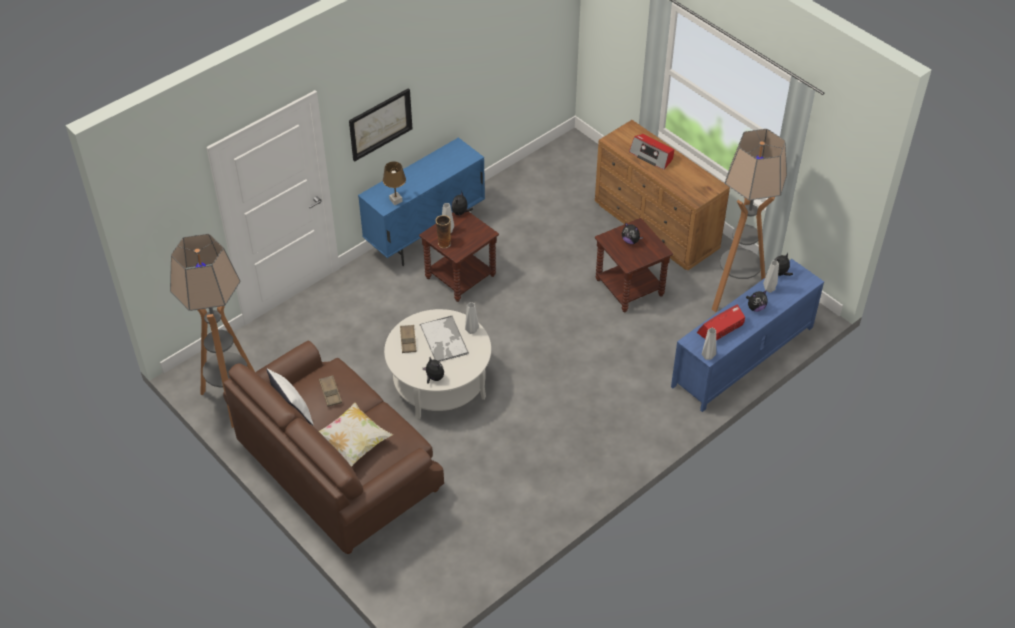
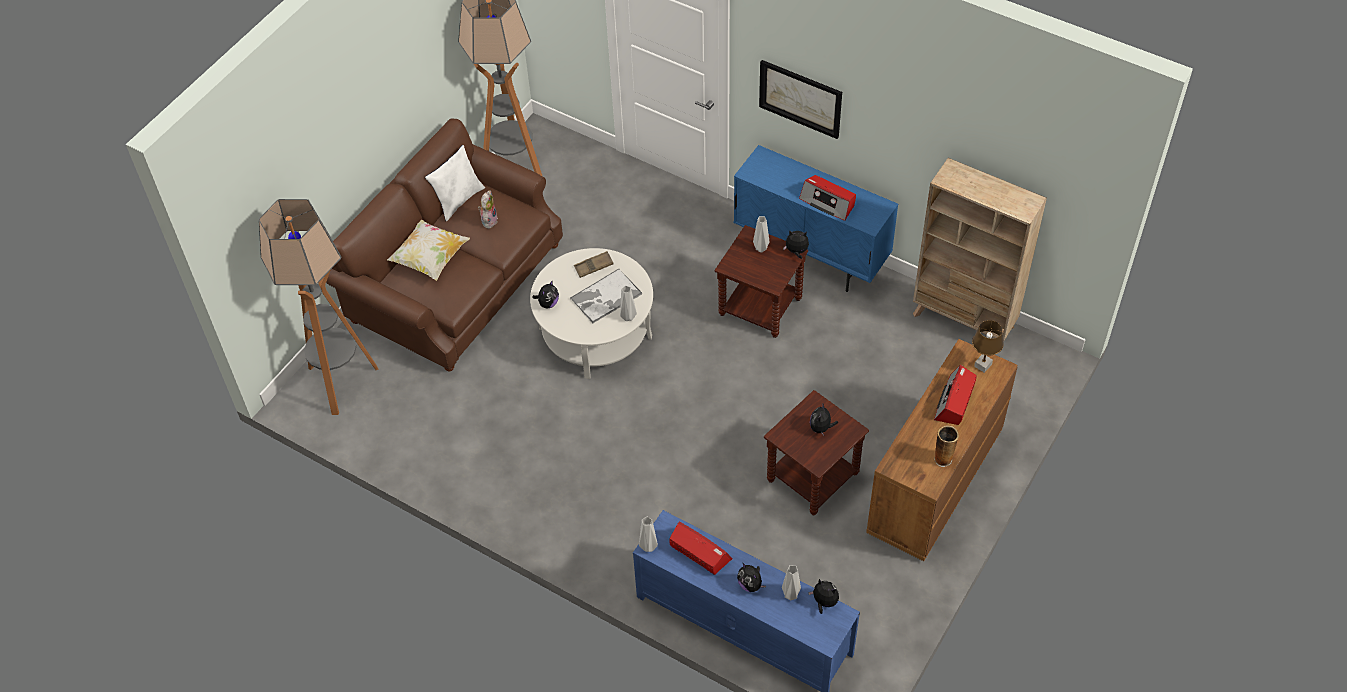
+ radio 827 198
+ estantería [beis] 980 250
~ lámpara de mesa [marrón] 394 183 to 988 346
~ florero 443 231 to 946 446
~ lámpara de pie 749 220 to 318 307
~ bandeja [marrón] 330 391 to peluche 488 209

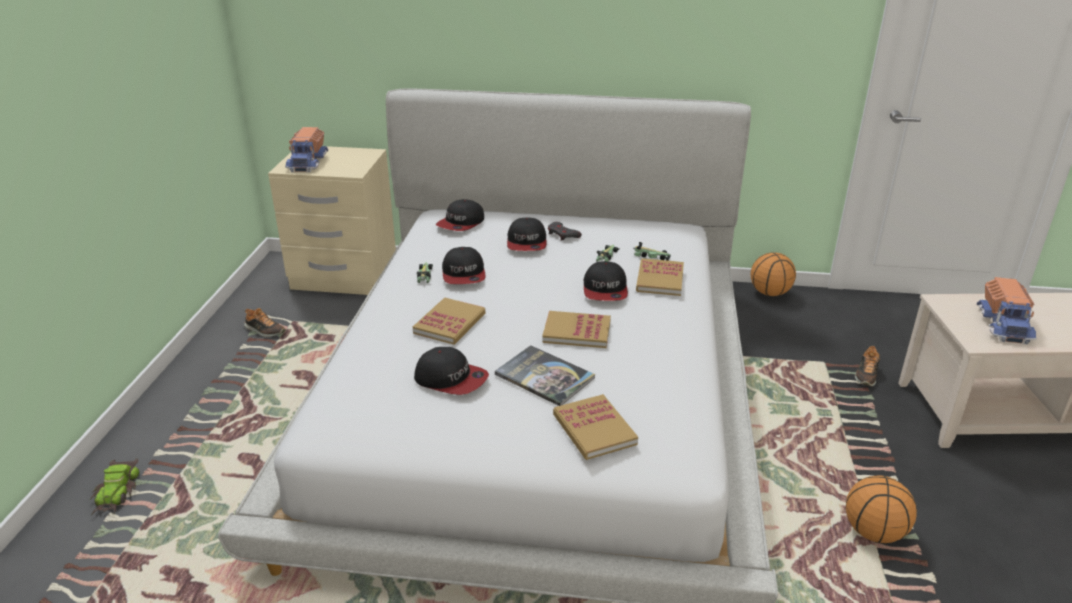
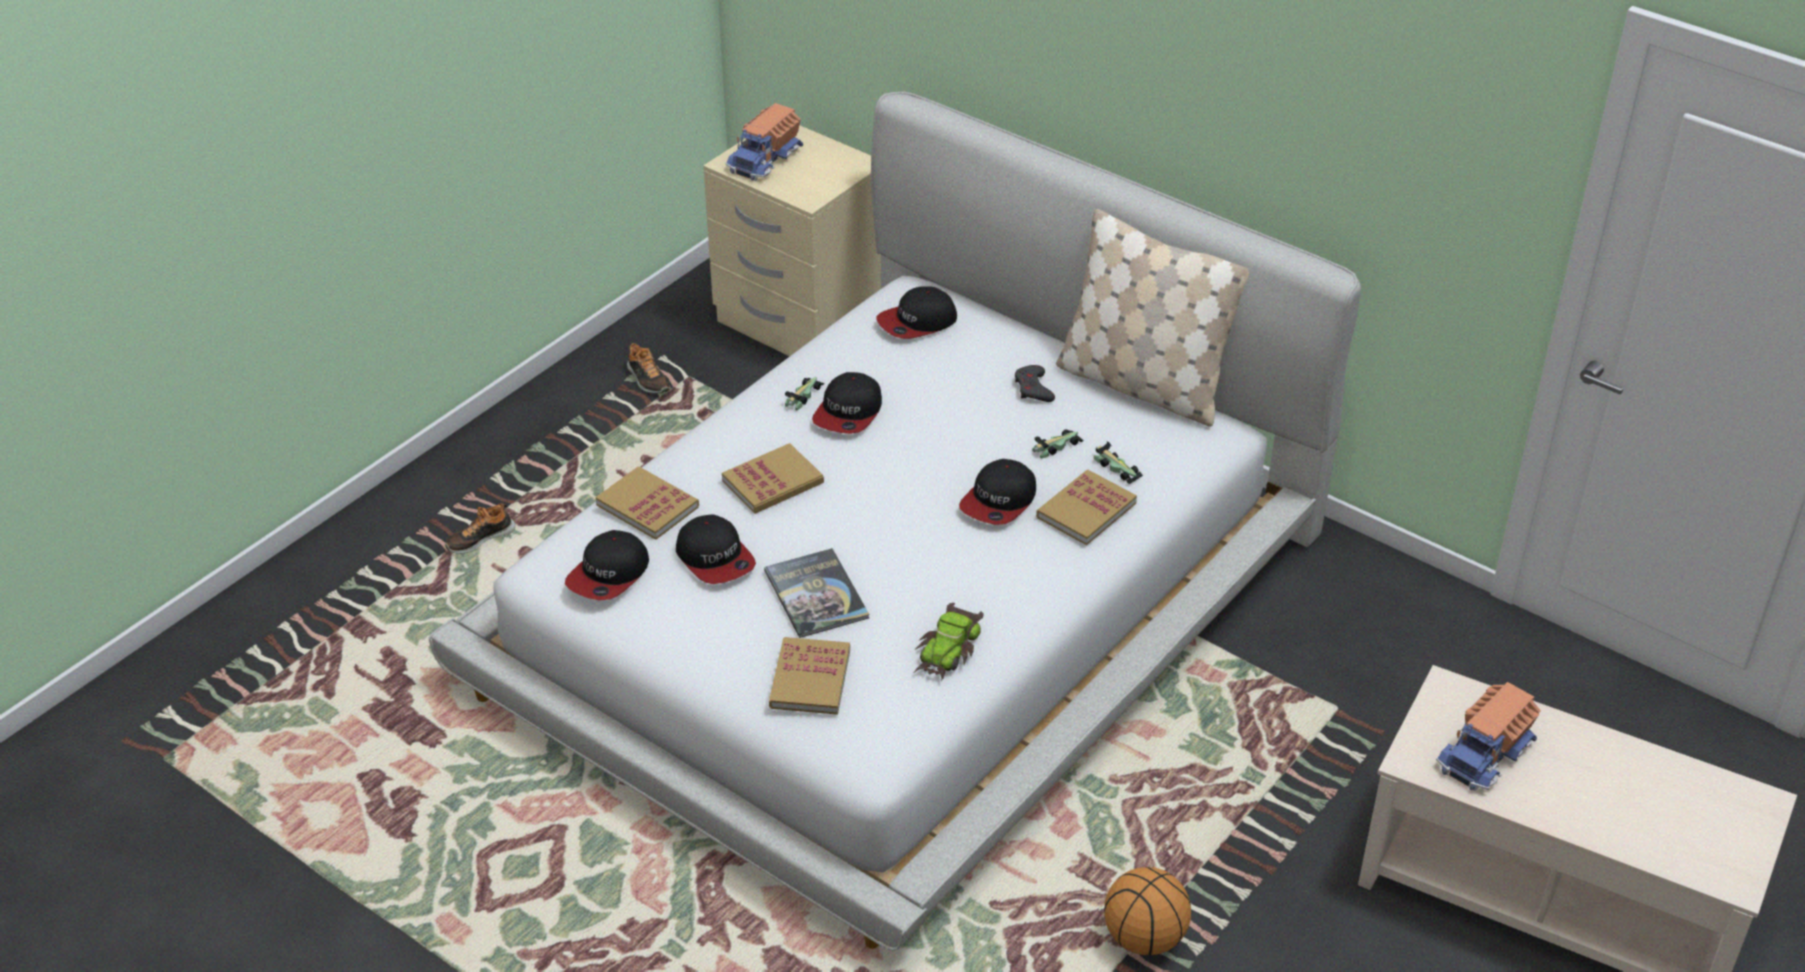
- balón de baloncesto 773 274
+ cojín [beis] 1152 317
~ coche de juguete 114 486 to 949 642
~ gorra 527 234 to 607 565
~ libro 576 329 to 647 503
~ zapato 867 366 to 480 528

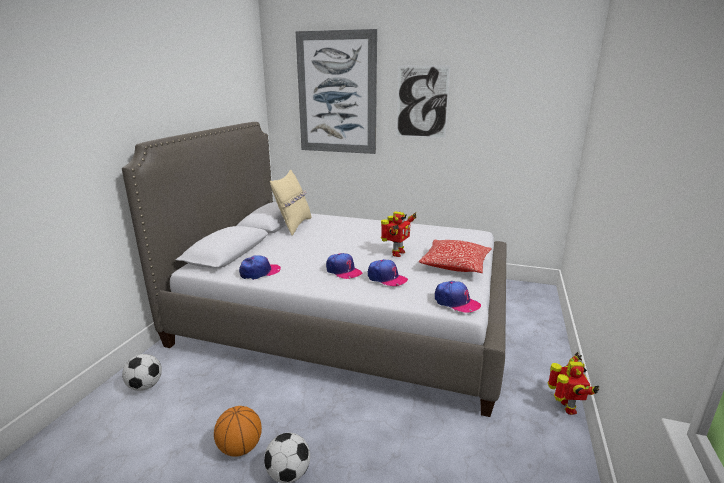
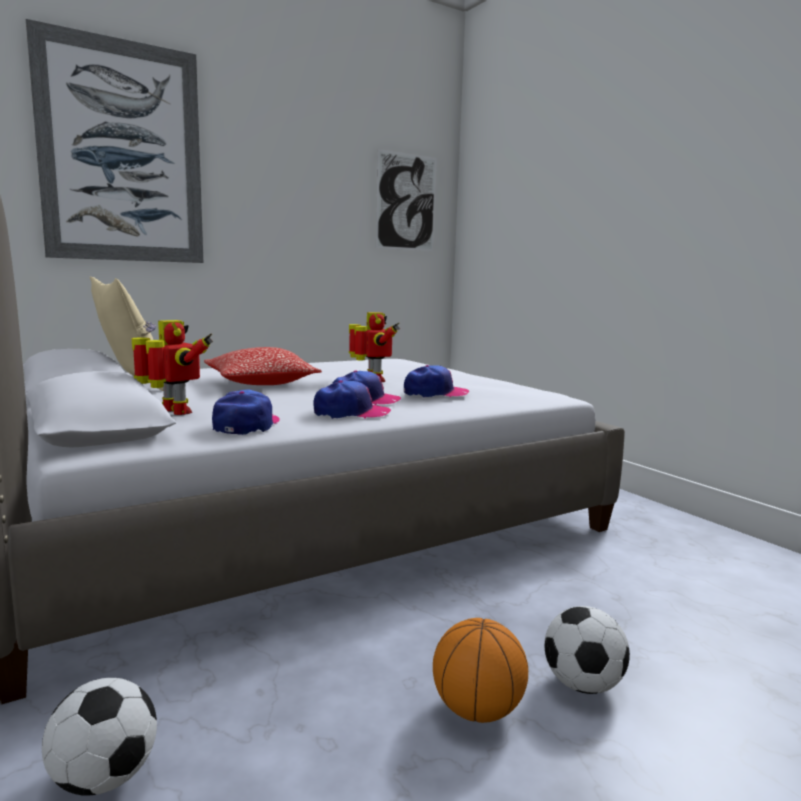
~ cuadro 423 101 to 406 200
~ cojín 455 256 to 263 366
~ gorra 458 297 to 352 400
~ robot de juguete 574 383 to 172 367

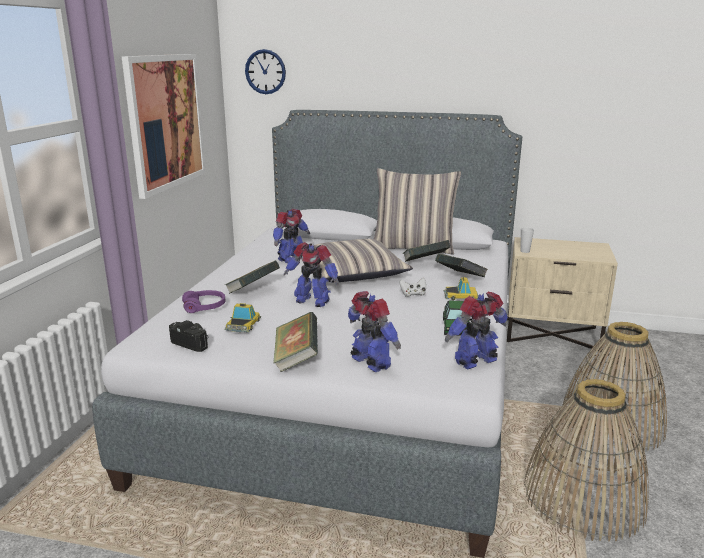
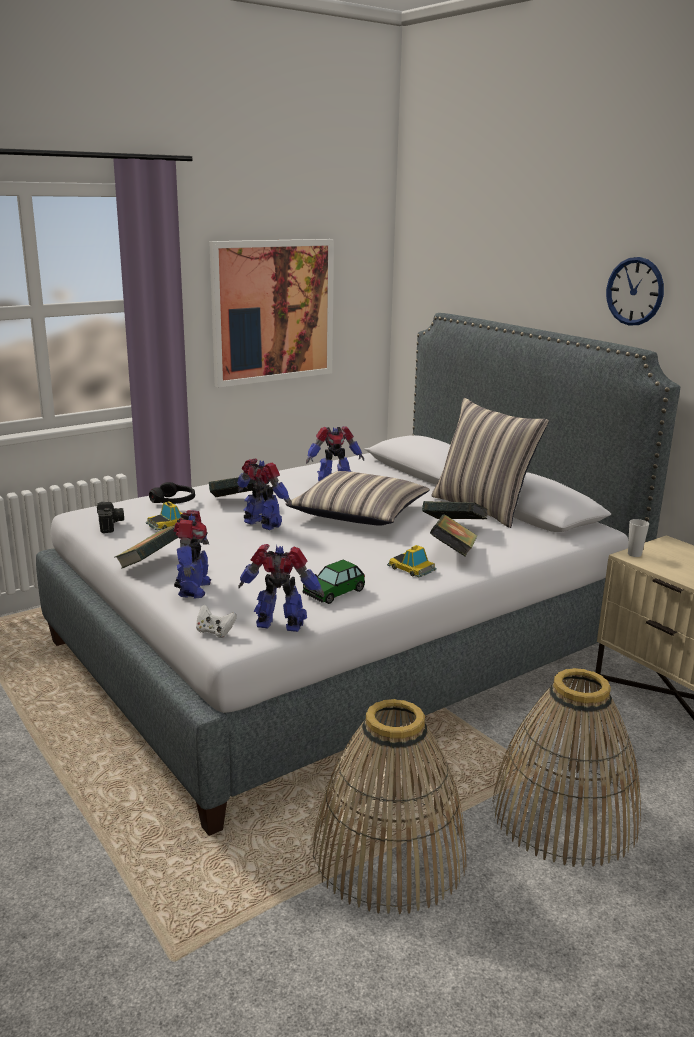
~ reloj de pared 265 71 to 635 291
~ mando de consola [blanco] 412 287 to 216 621
~ auriculares [morado] 204 301 to auriculares [negro] 172 493
~ robot de juguete 311 274 = 264 494 150 degrees clockwise

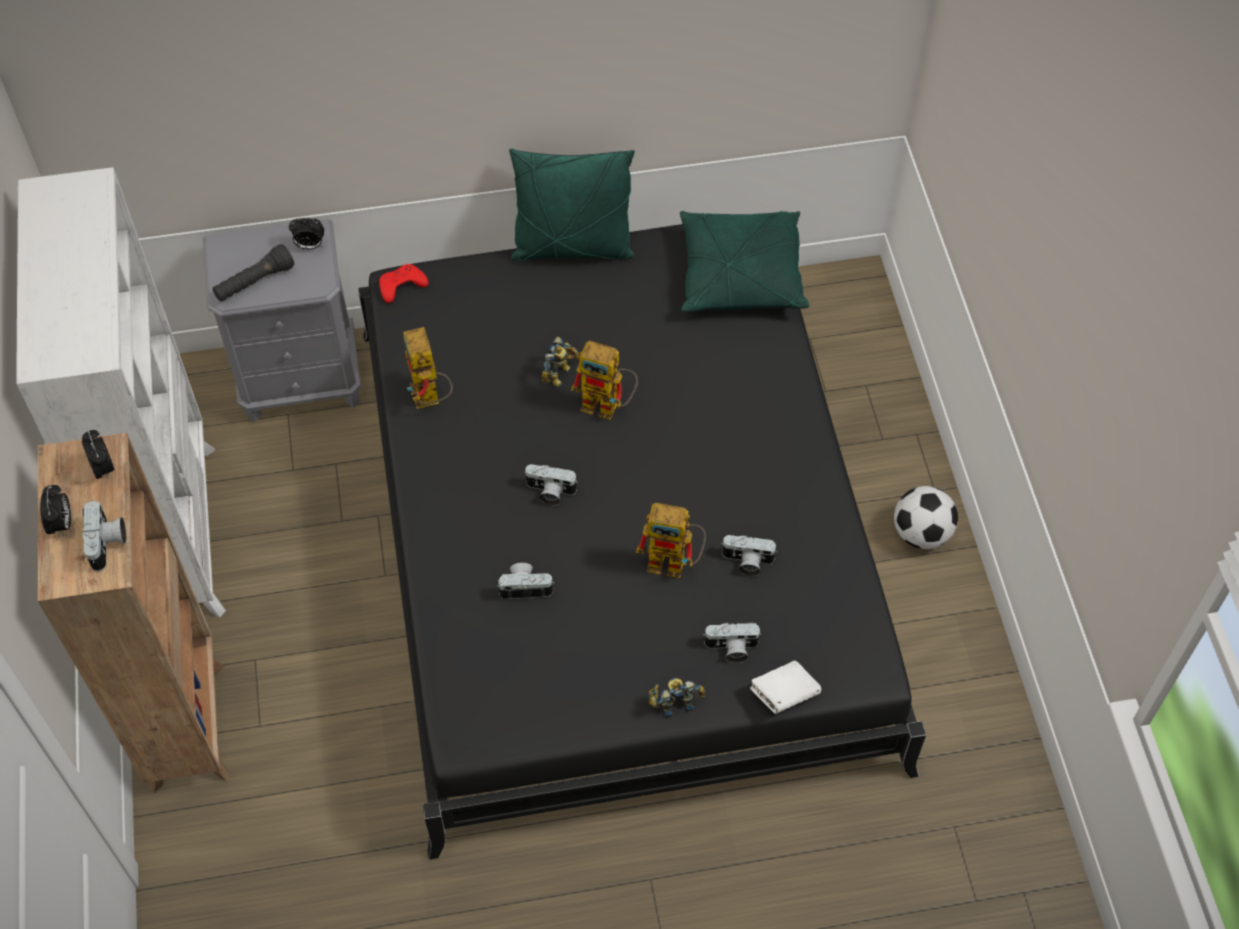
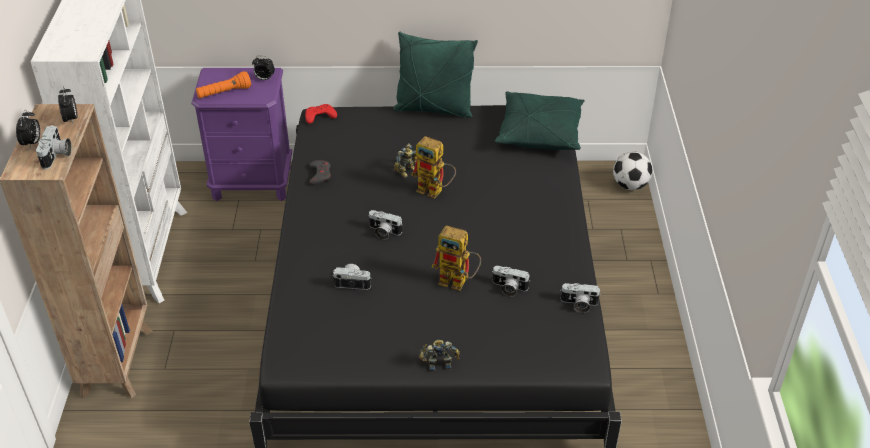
- libro [blanco] 785 687
~ cámara 732 642 to 580 298
~ balón de fútbol 926 517 to 632 170
~ robot de juguete 428 368 to mando de consola [gris] 320 173
~ mesita de noche [gris] 282 320 to mesita de noche [morado] 241 134
~ linterna [negro] 253 273 to linterna [naranja] 223 84

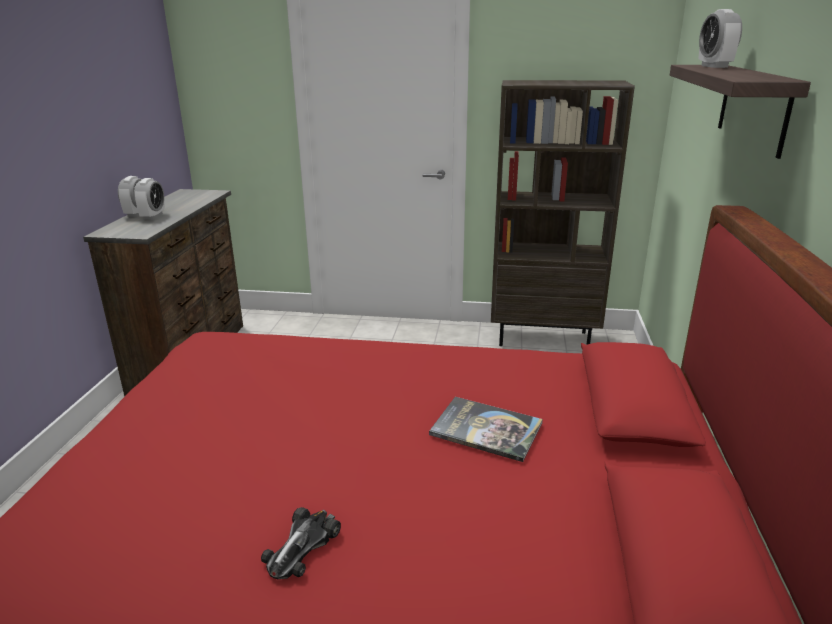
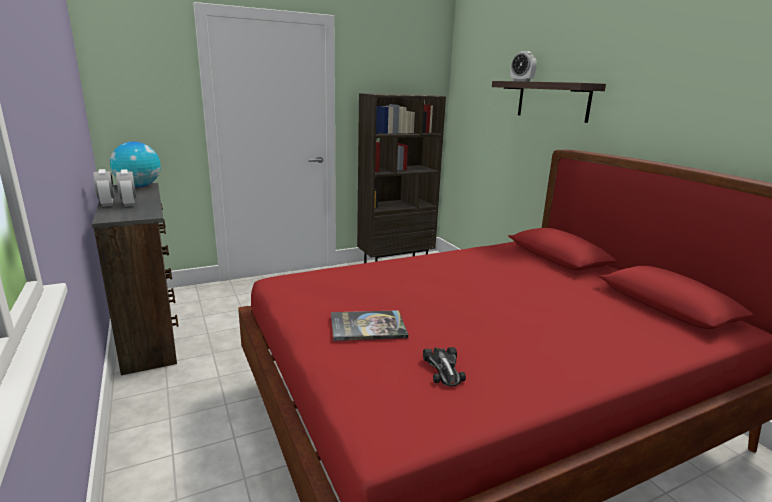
+ globo terráqueo 135 164
~ coche de juguete 301 543 to 444 366
~ libro 486 429 to 369 325

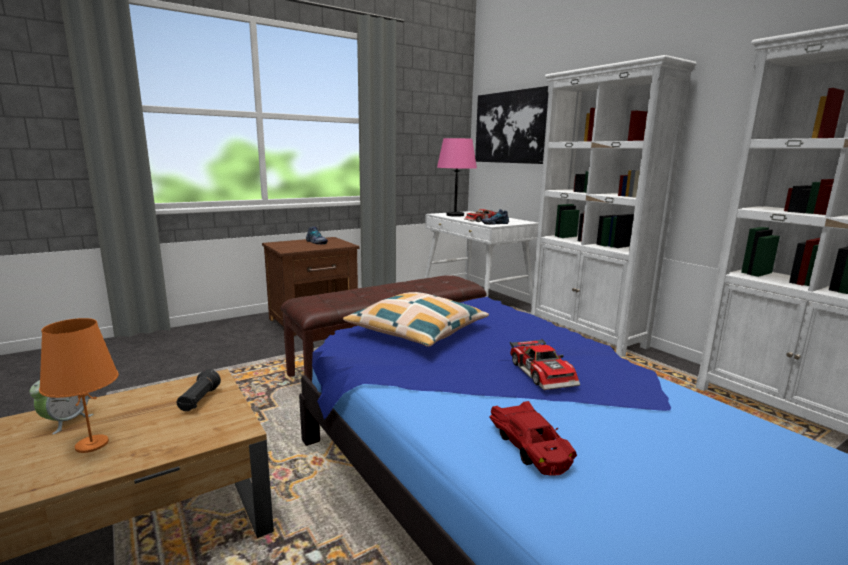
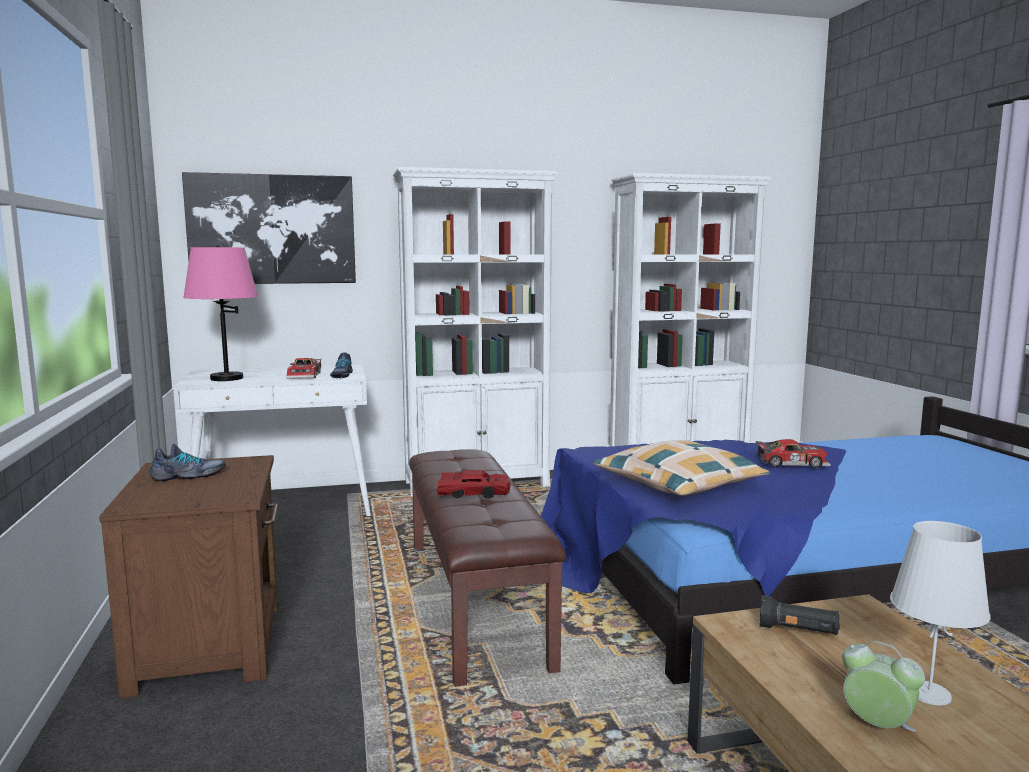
~ coche de juguete [rojo] 533 438 to 474 484
~ lámpara de mesa [naranja] 79 385 to lámpara de mesa [blanco] 940 613

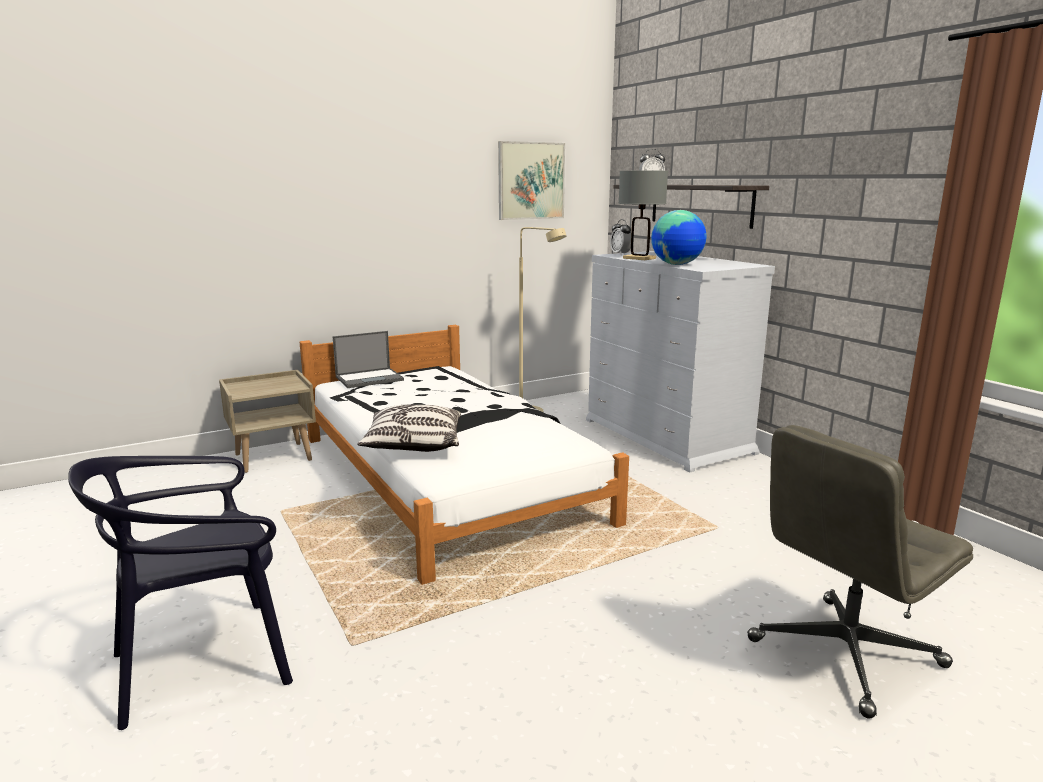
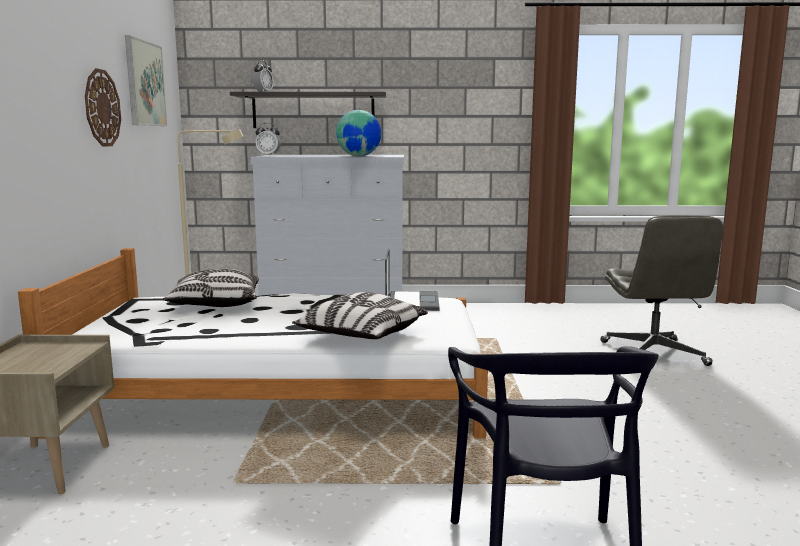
- lámpara de mesa [gris] 643 215
+ reloj de pared 103 107
+ cojín 211 288
~ portátil 368 359 to 412 279

